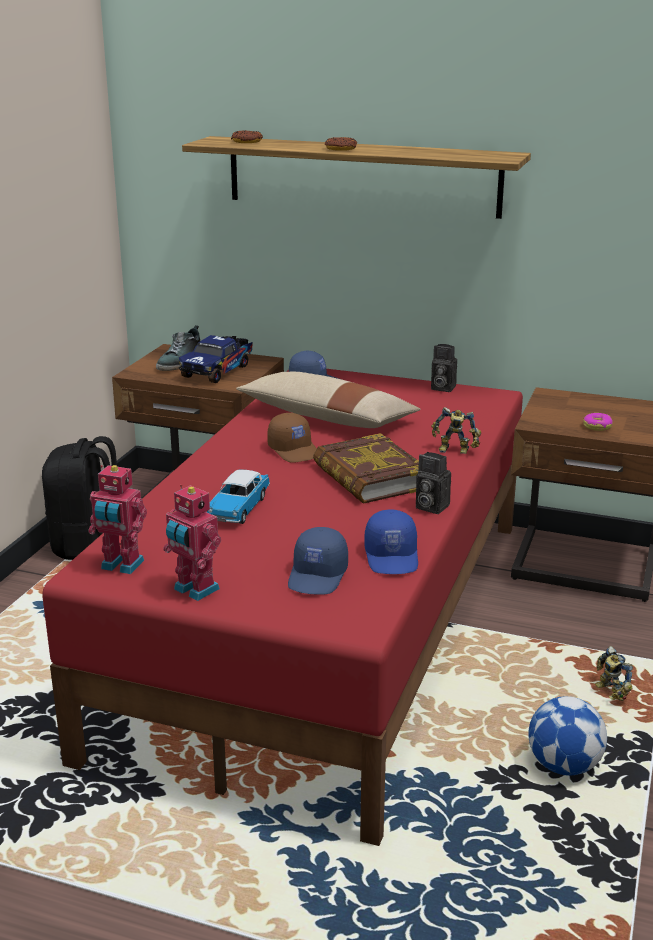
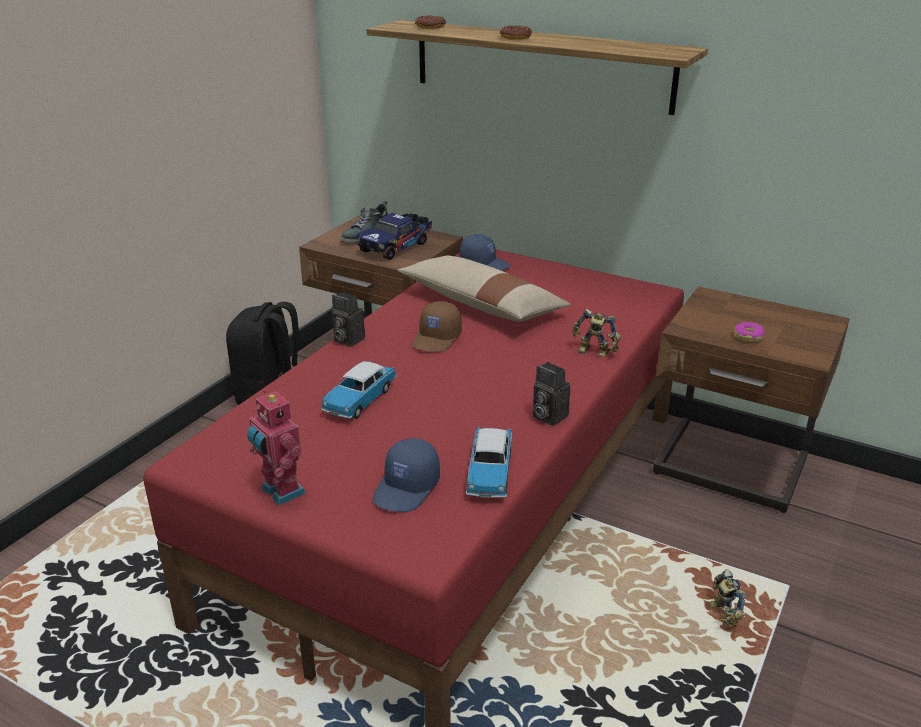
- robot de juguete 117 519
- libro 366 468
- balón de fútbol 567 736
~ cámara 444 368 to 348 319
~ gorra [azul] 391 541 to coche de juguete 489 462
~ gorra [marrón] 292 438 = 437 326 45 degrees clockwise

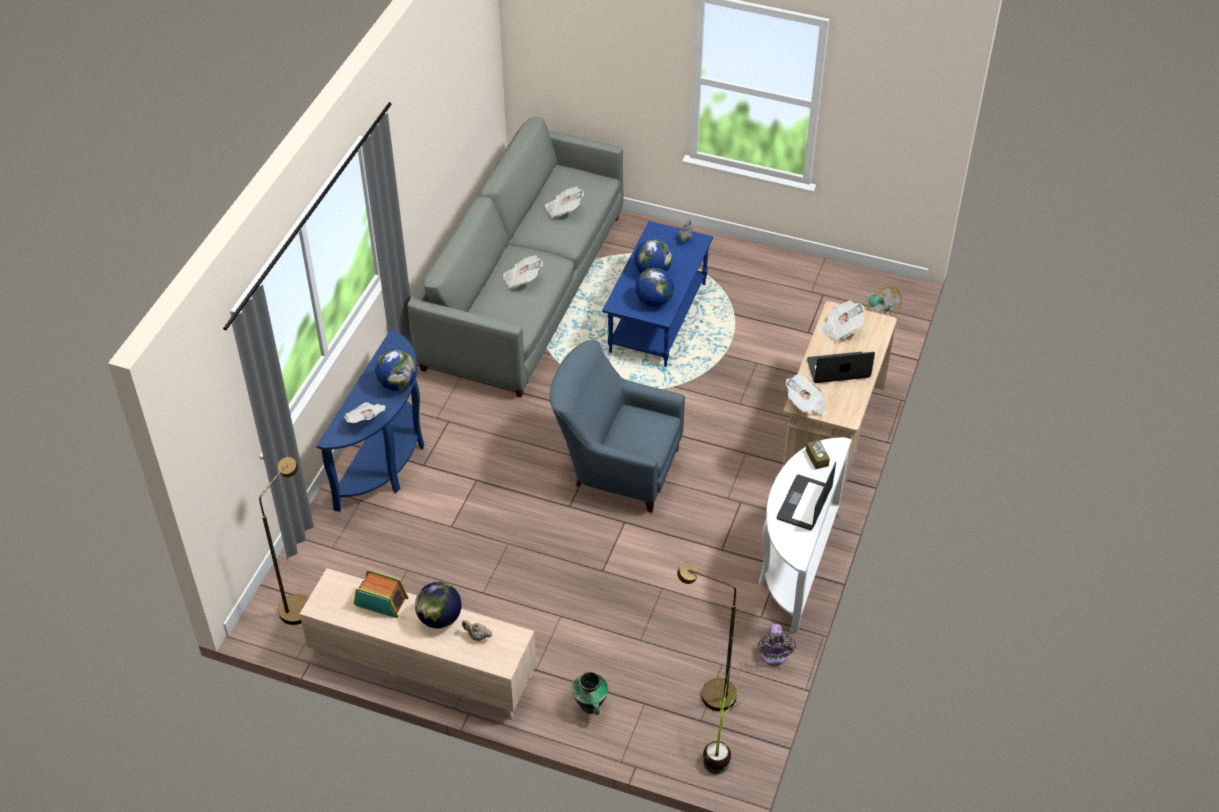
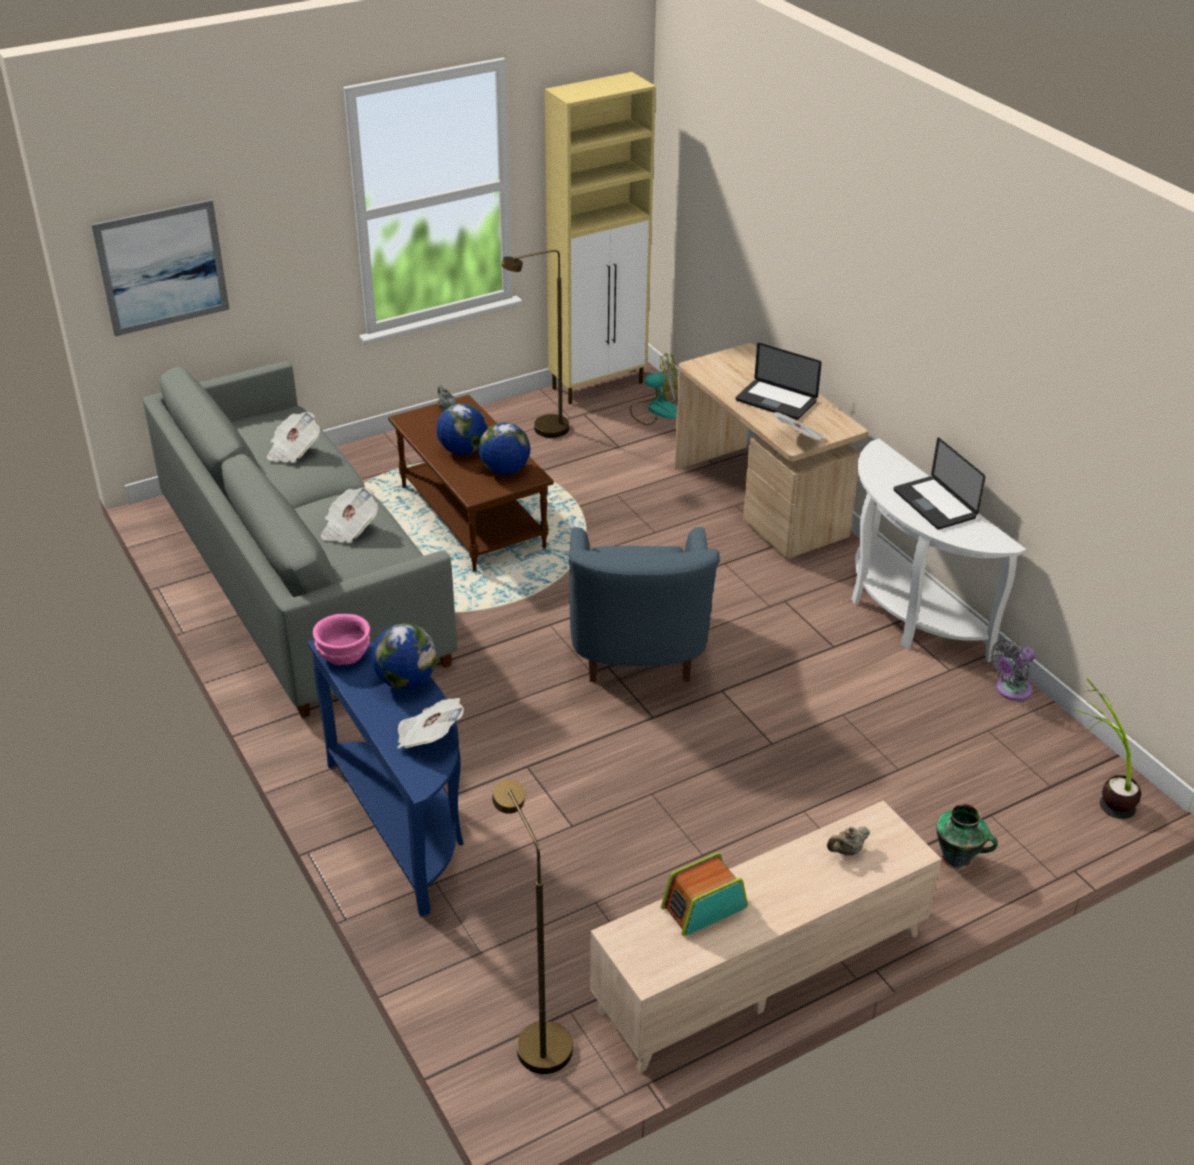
- globo terráqueo 438 605
- caja de pañuelos [marrón] 818 454
- periódico 842 320
+ cuadro 160 267
+ cuenco [rosa] 341 639
+ armario [beis] 600 238
~ lámpara de pie [marrón] 707 637 to 535 344
~ mesa de centro [azul] 657 294 to mesa de centro [marrón] 471 483
~ sillón [azul] 617 426 = 644 604 60 degrees counterclockwise
~ ventilador [gris] 777 645 = 1013 670 105 degrees clockwise
~ portátil 841 367 = 779 381 90 degrees counterclockwise

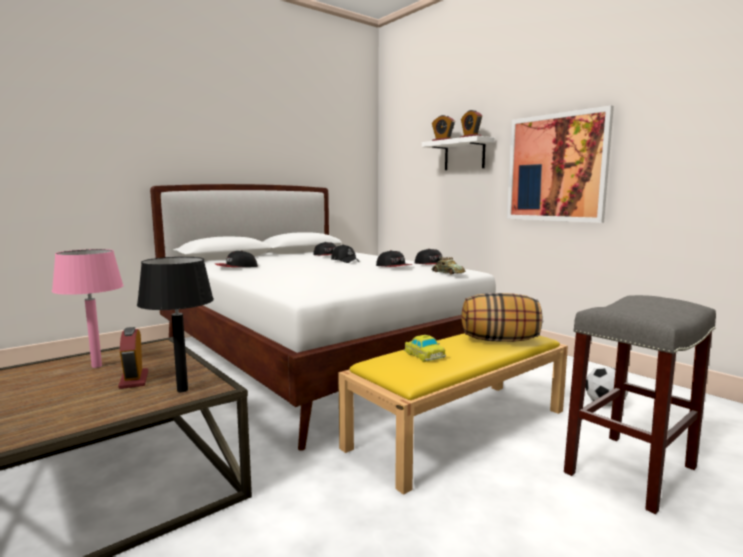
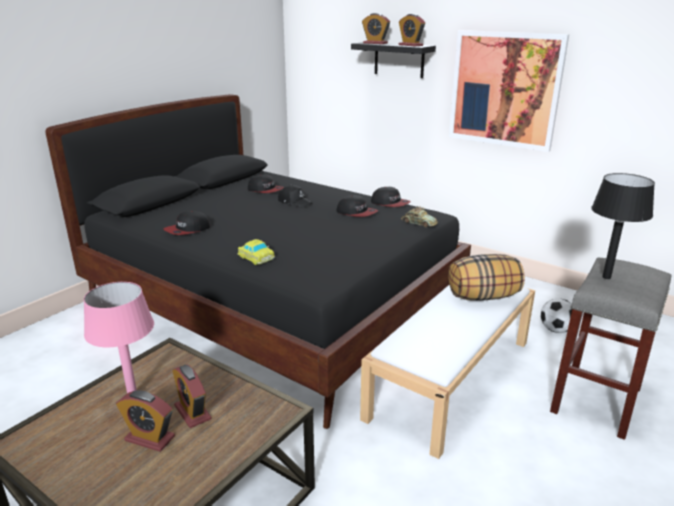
+ despertador 145 421
~ lámpara de mesa [negro] 175 324 to 623 226
~ coche de juguete 425 348 to 256 252
~ cama [blanco] 323 317 to cama [negro] 258 261
~ banco [amarillo] 453 414 to banco [blanco] 447 372
~ estante [blanco] 458 152 to estante [negro] 393 60

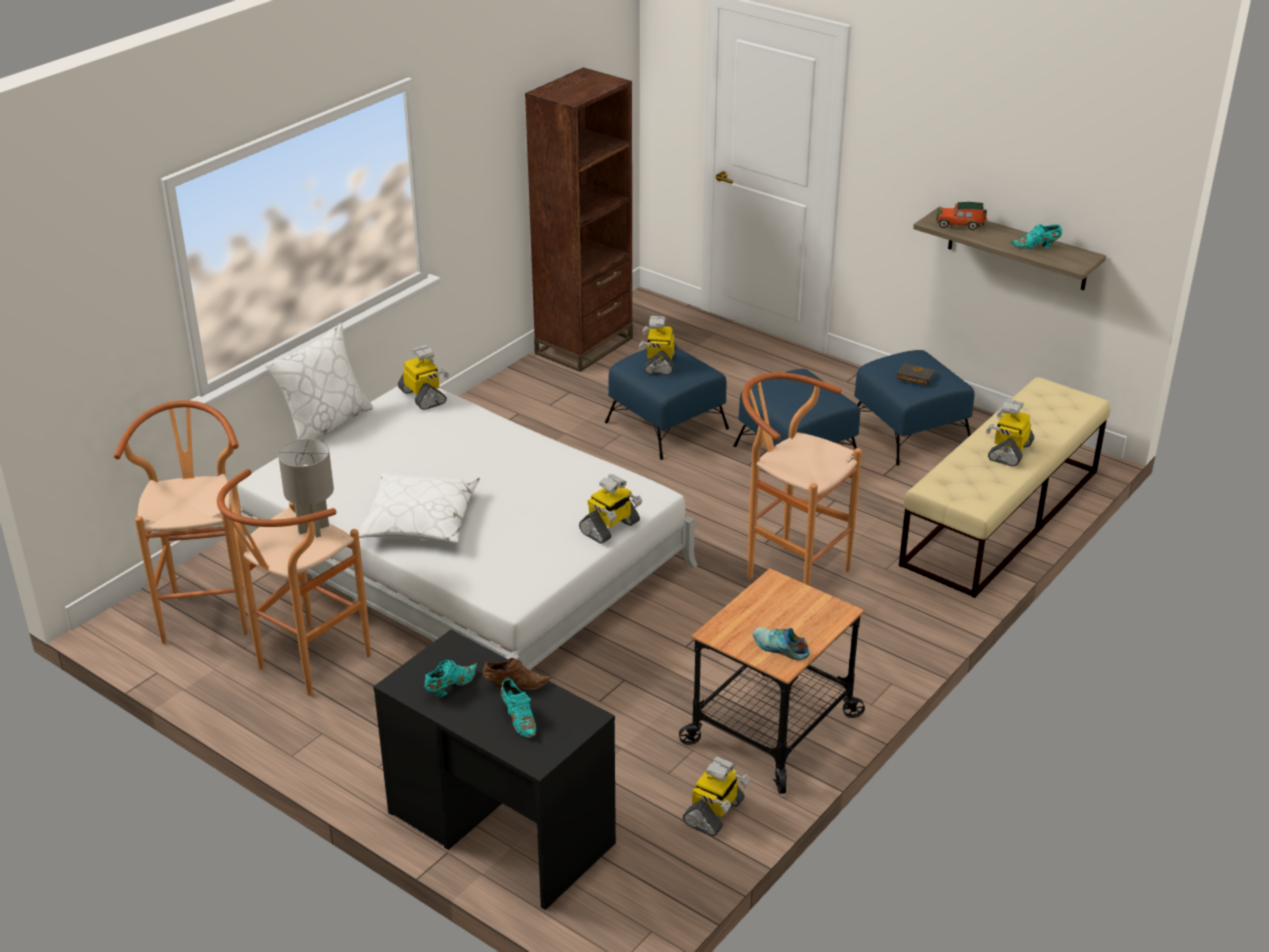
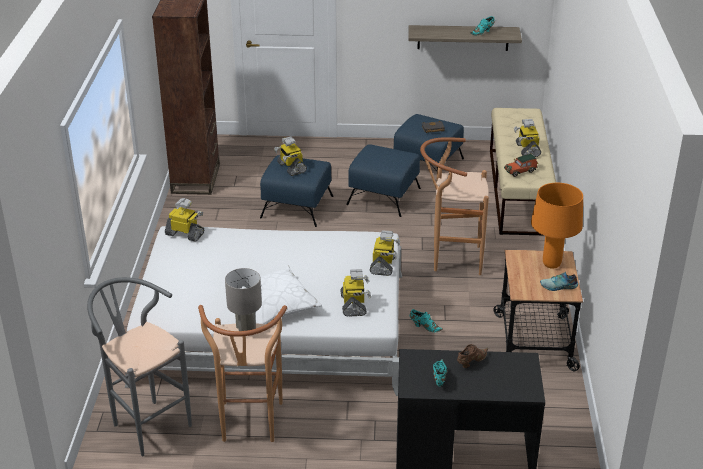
- cojín [blanco] 319 381
+ lámpara de mesa [naranja] 557 226
~ zapato [turquesa] 518 708 to 426 320
~ robot de juguete 716 797 to 355 292
~ coche de juguete 961 216 to 521 165
~ taburete [marrón] 181 522 to taburete [gris] 139 366

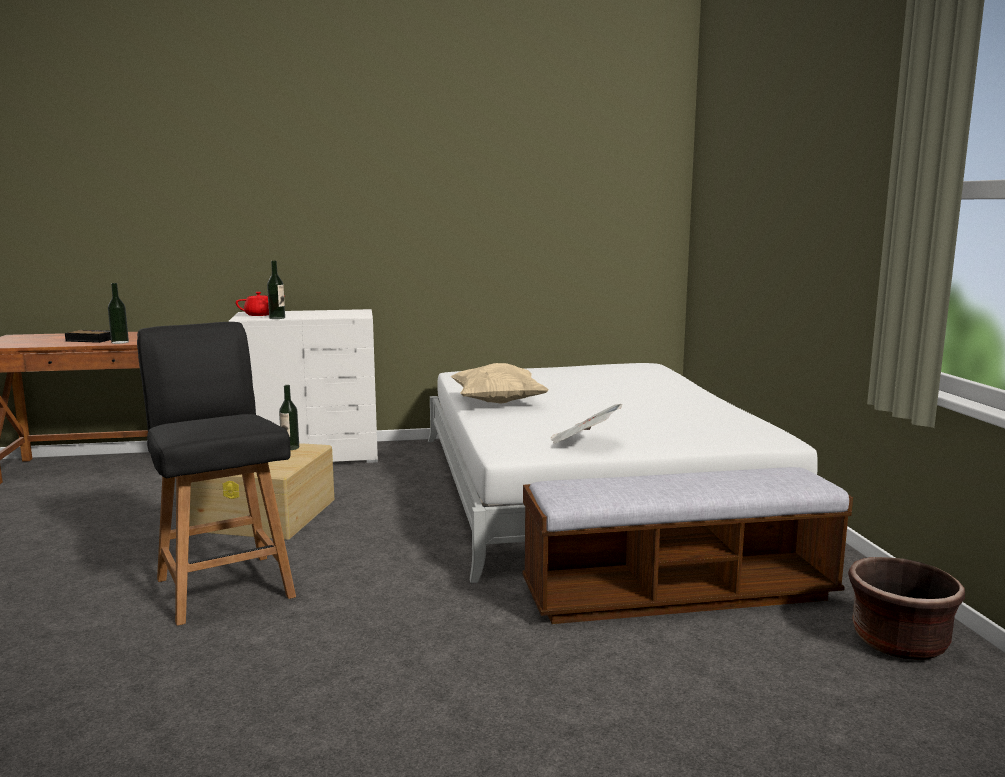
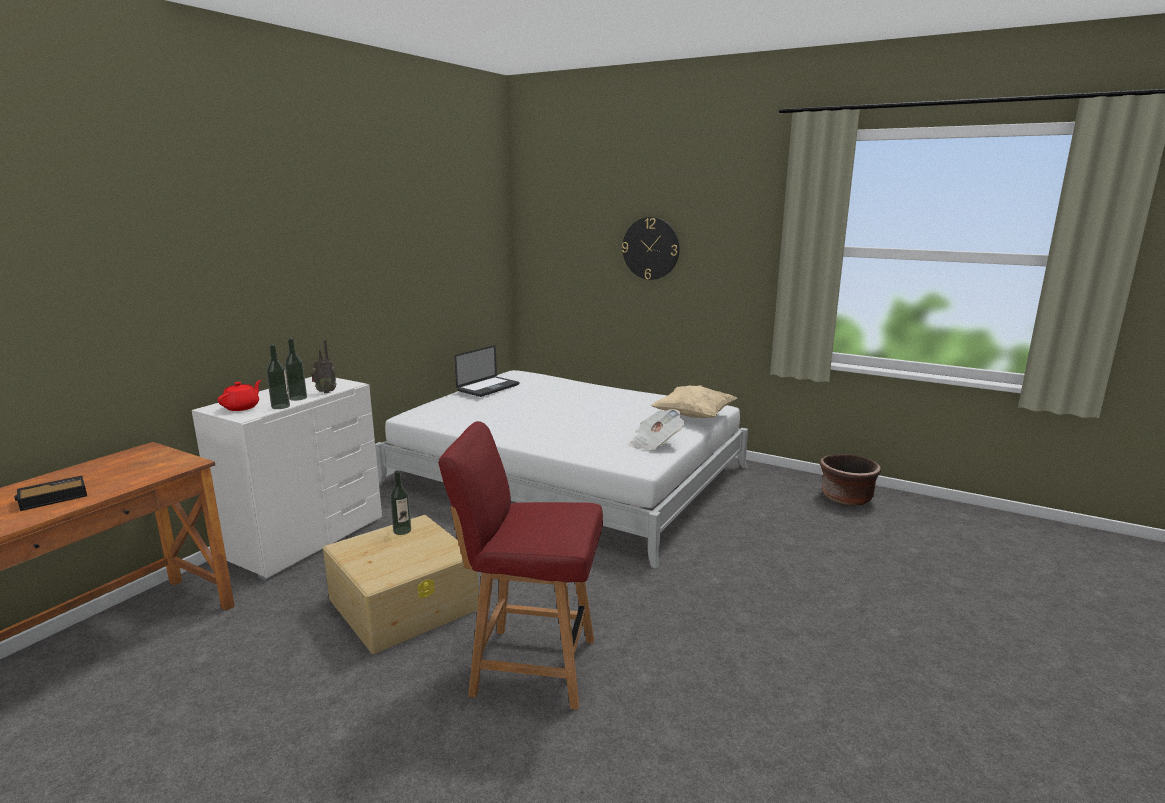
- banco 687 545
+ radio 324 366
+ portátil 486 371
+ reloj de pared 651 248
~ botella 118 313 to 296 369
~ cojín [beis] 499 383 to 694 401
~ silla [negro] 216 474 to silla [rojo] 520 565

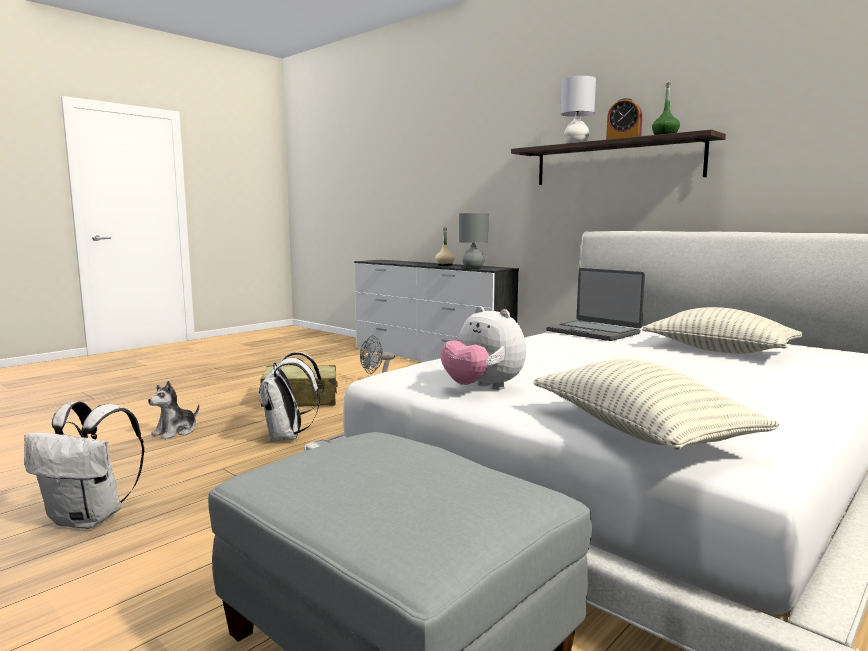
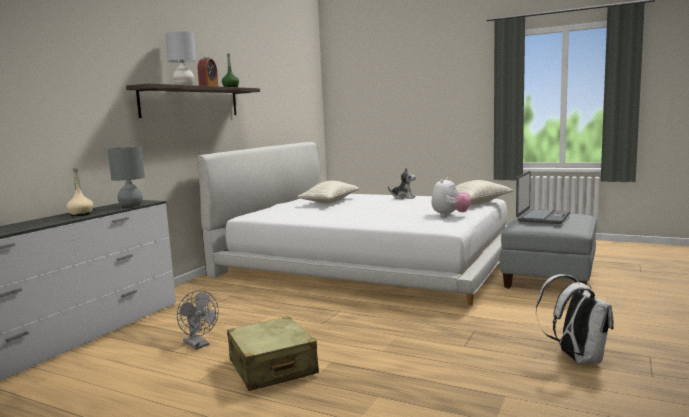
- mochila [blanco] 291 396
~ peluche 173 410 to 402 183
~ portátil 595 304 to 543 197

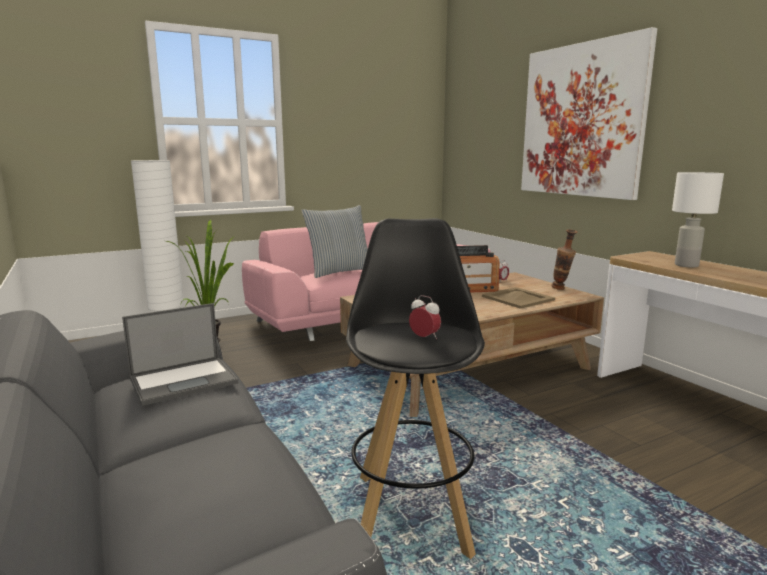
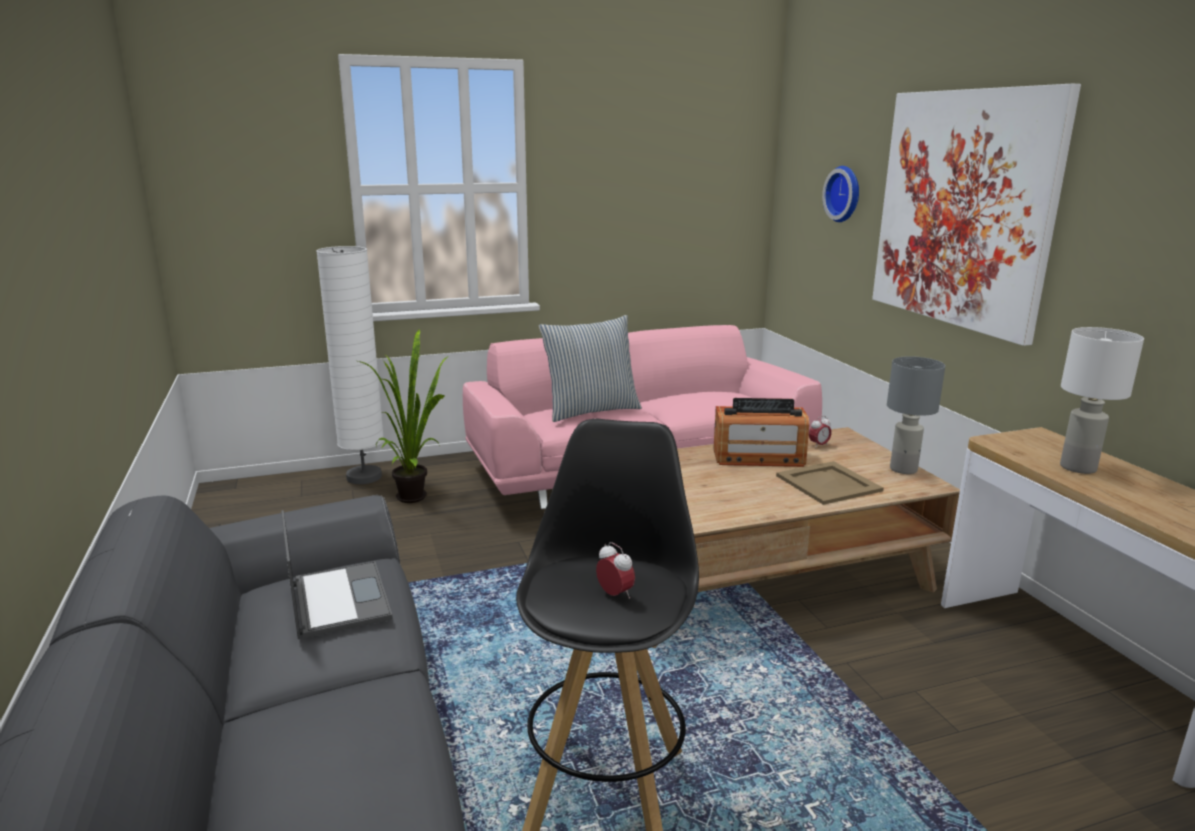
+ reloj de pared 840 194
~ florero 564 259 to lámpara de mesa [gris] 916 415
~ portátil 180 354 = 337 574 90 degrees counterclockwise

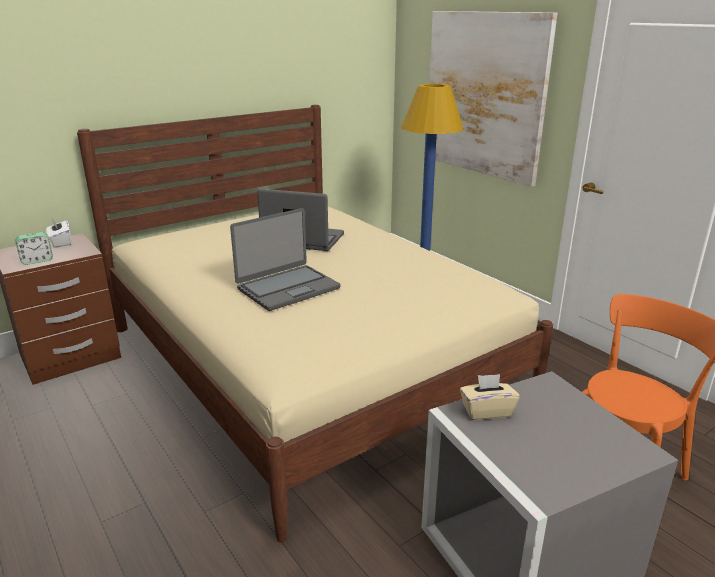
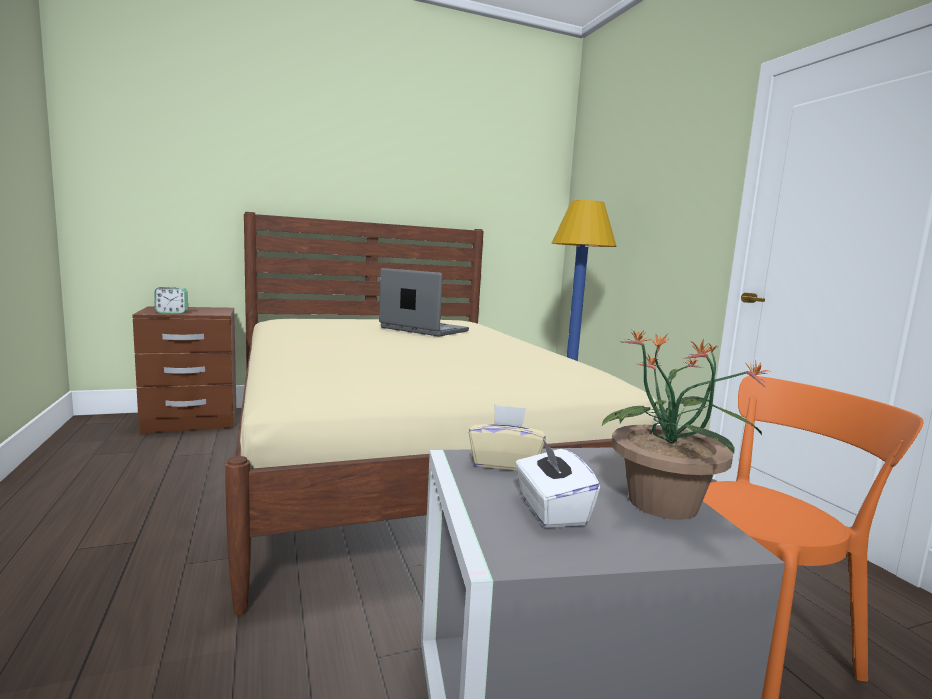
- portátil 285 259
- cuadro 493 99
+ planta en maceta 687 425
~ caja de pañuelos [blanco] 58 233 to 557 483

